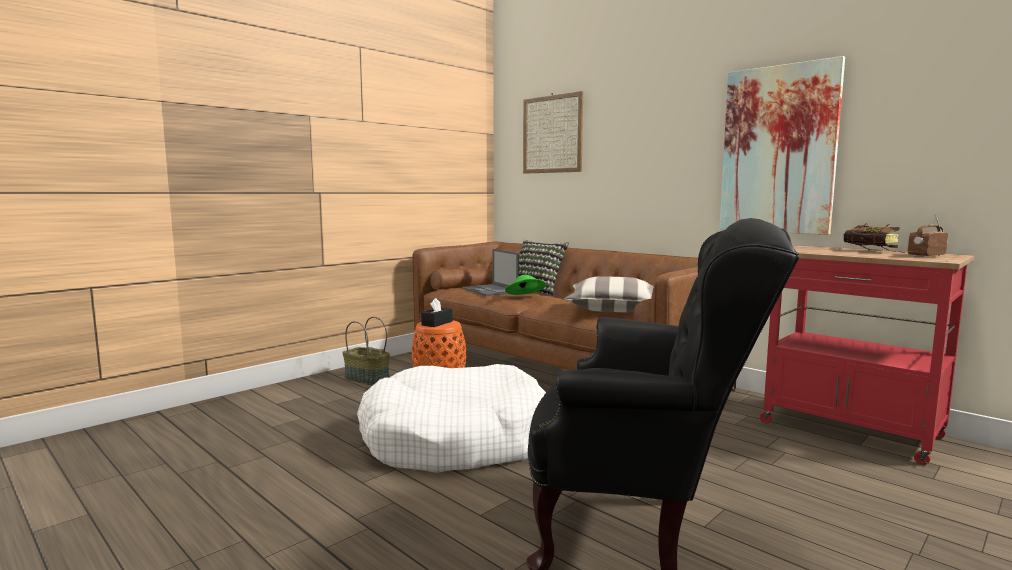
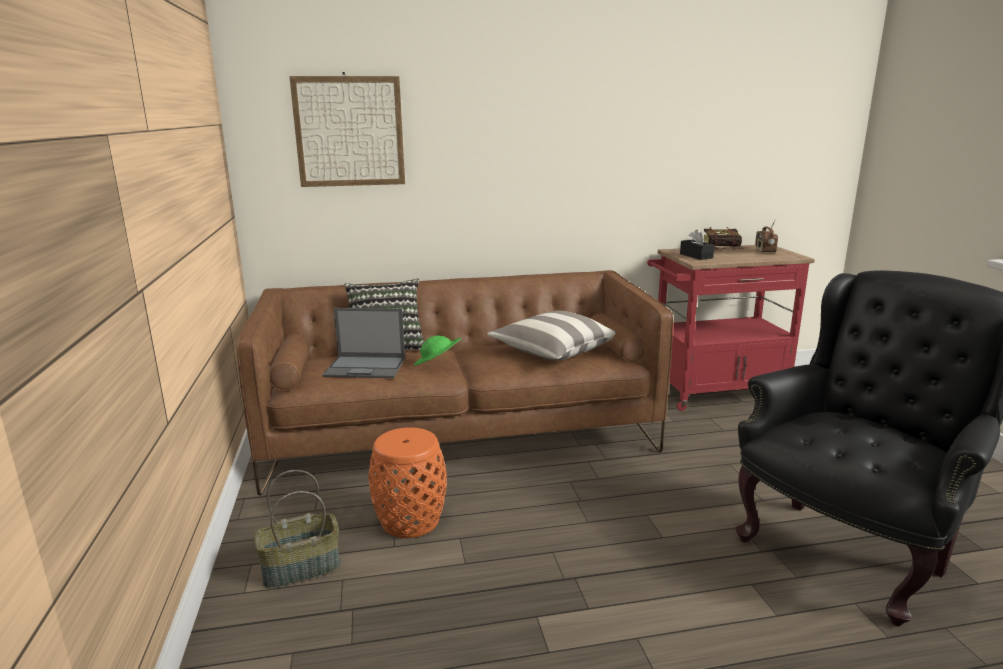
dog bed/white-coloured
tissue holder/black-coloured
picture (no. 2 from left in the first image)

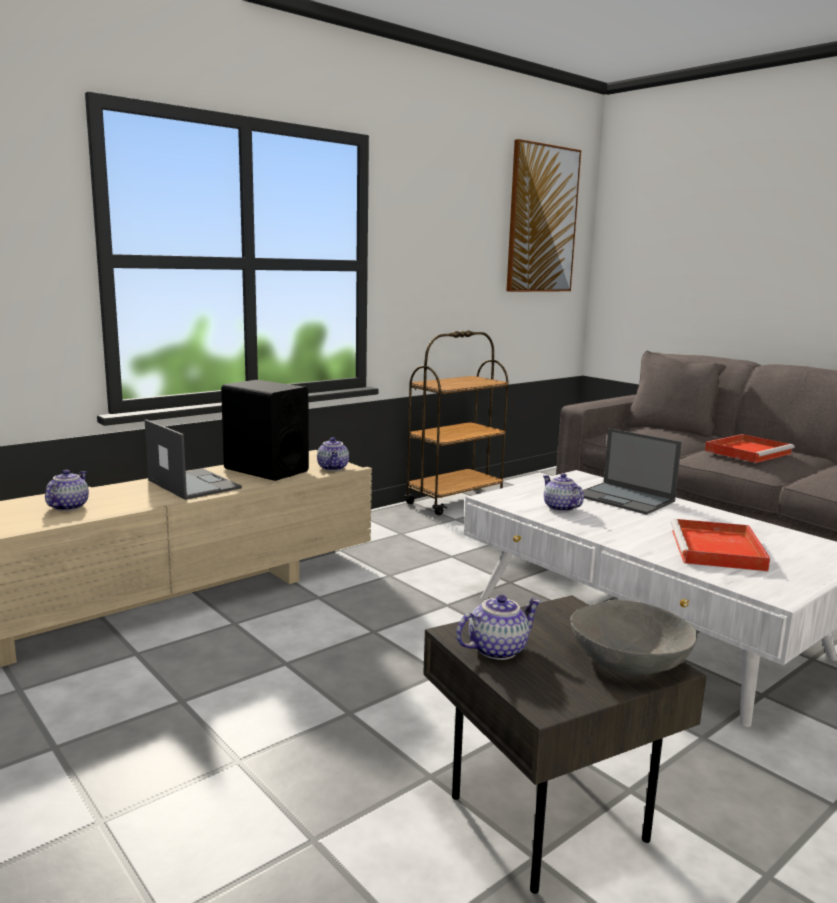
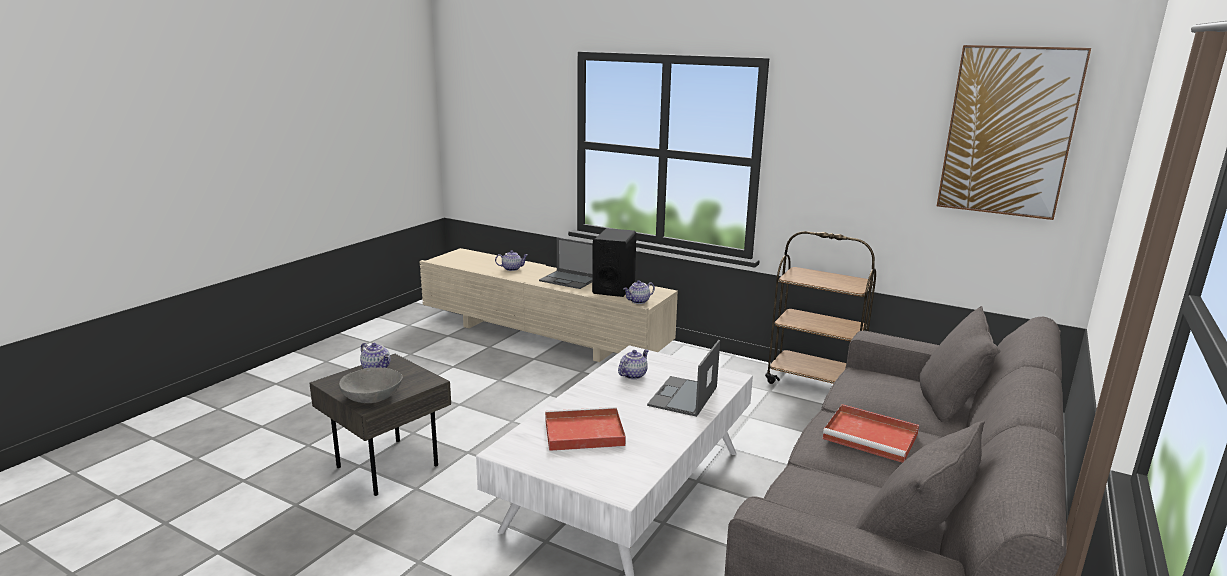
portable computer (no. 1 from left)

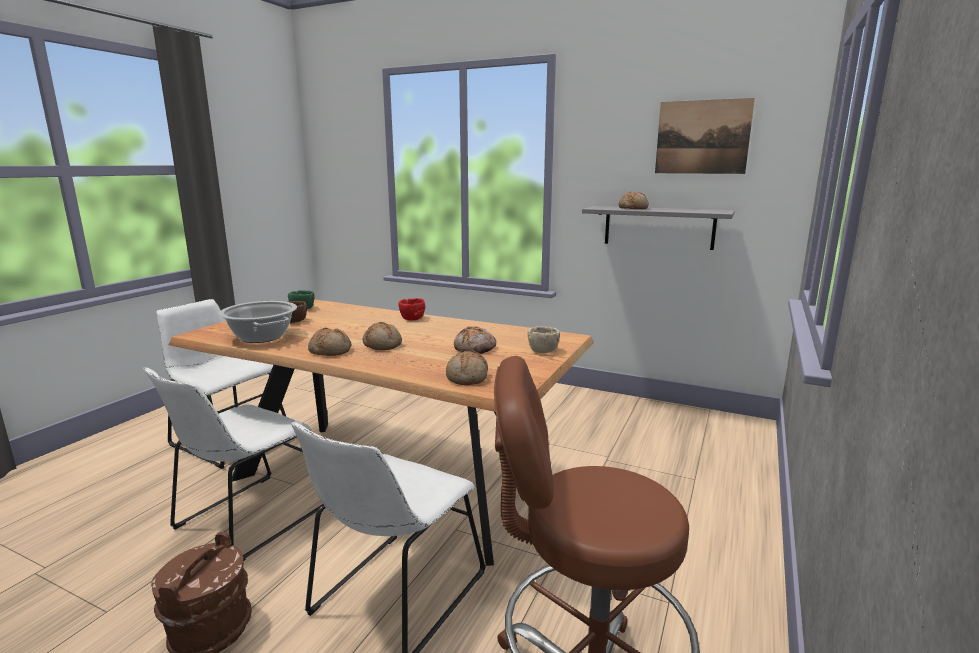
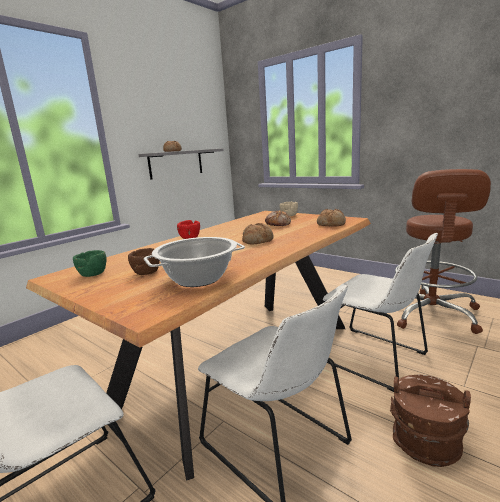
bread (no. 1 from left in the first image)
picture

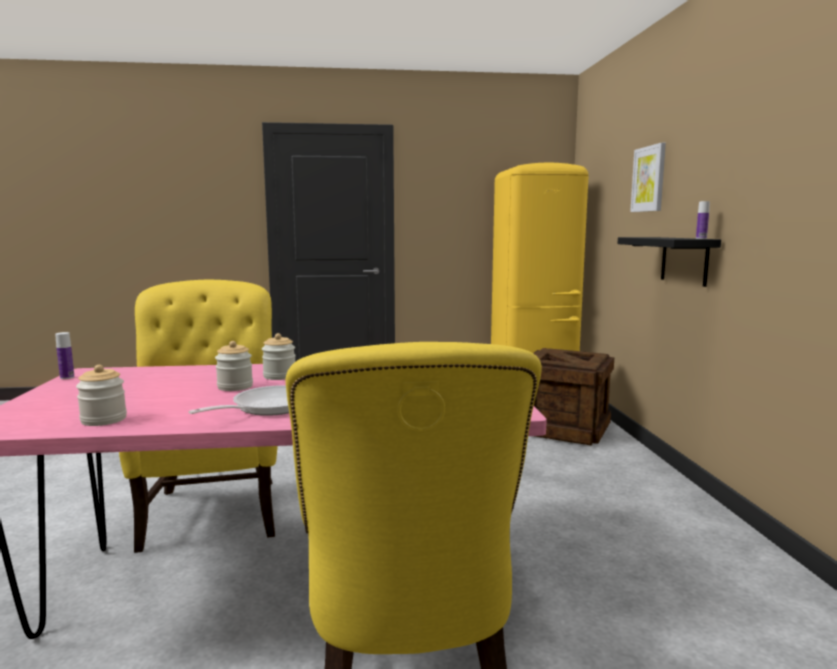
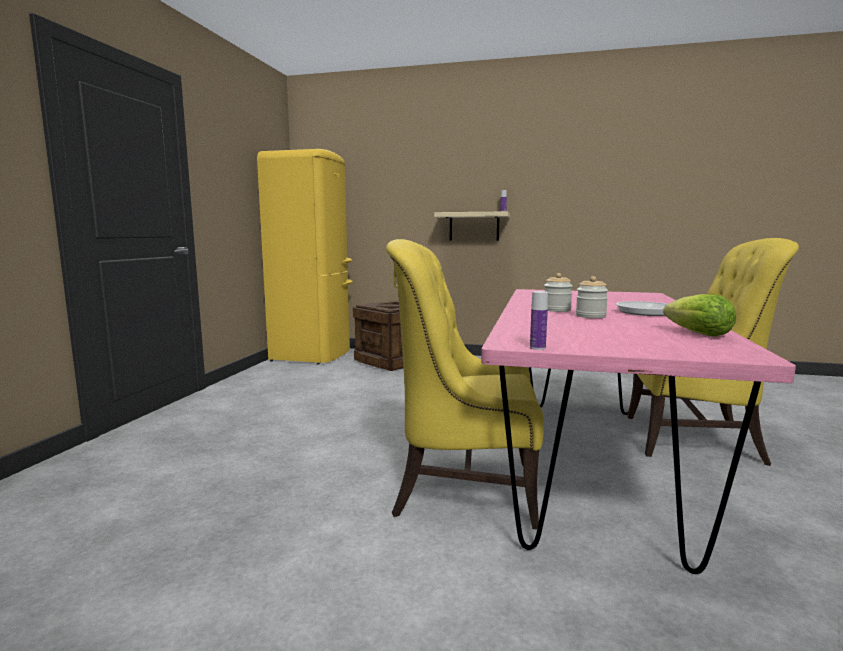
lettuce head
wall shelf/beige-coloured
picture

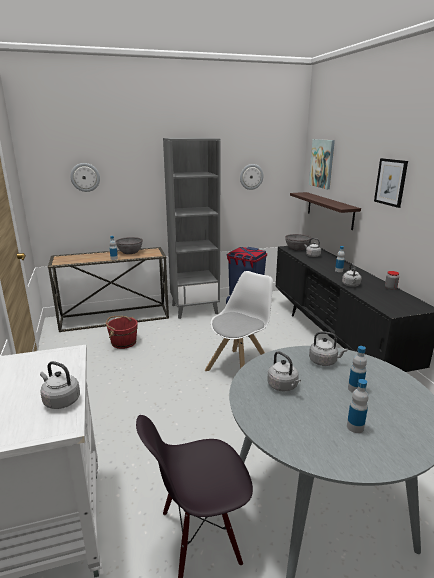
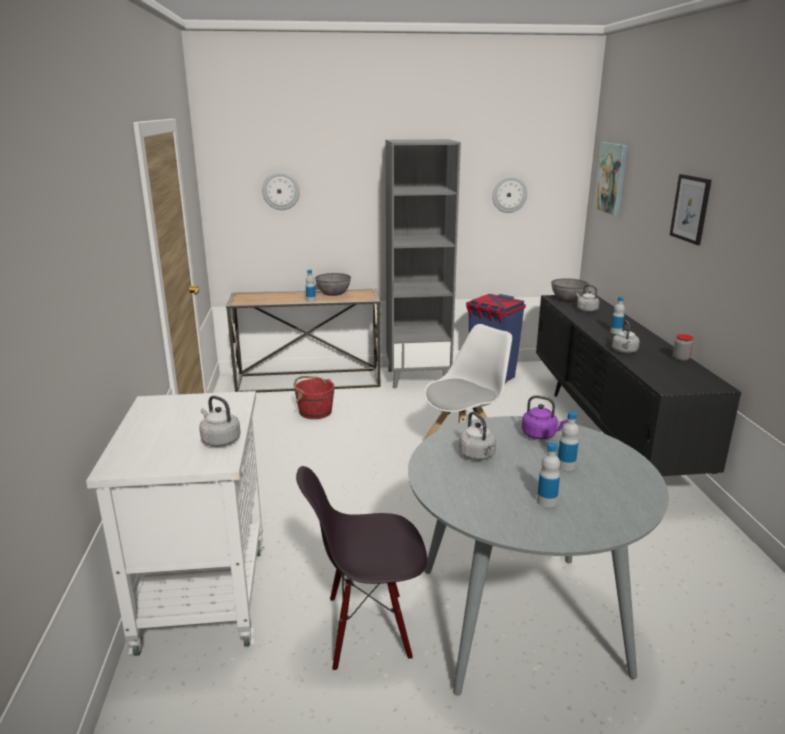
wall shelf
kettle/purple

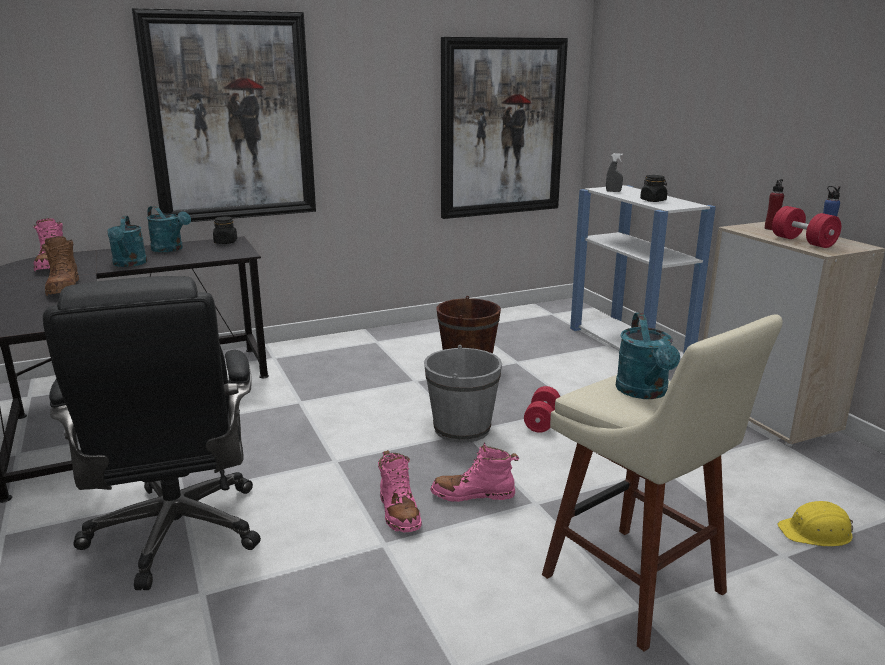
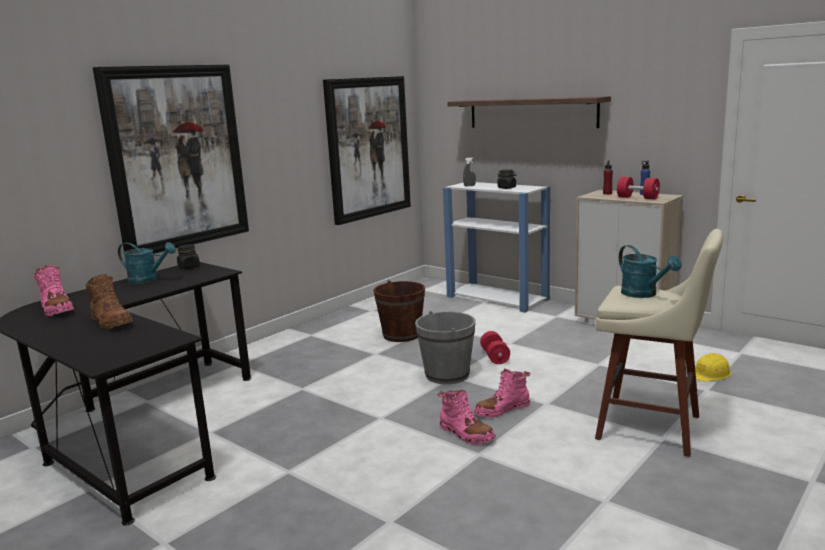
computer chair/black-coloured
watering pot/blue-green (no. 1 from left in the first image)
wall shelf

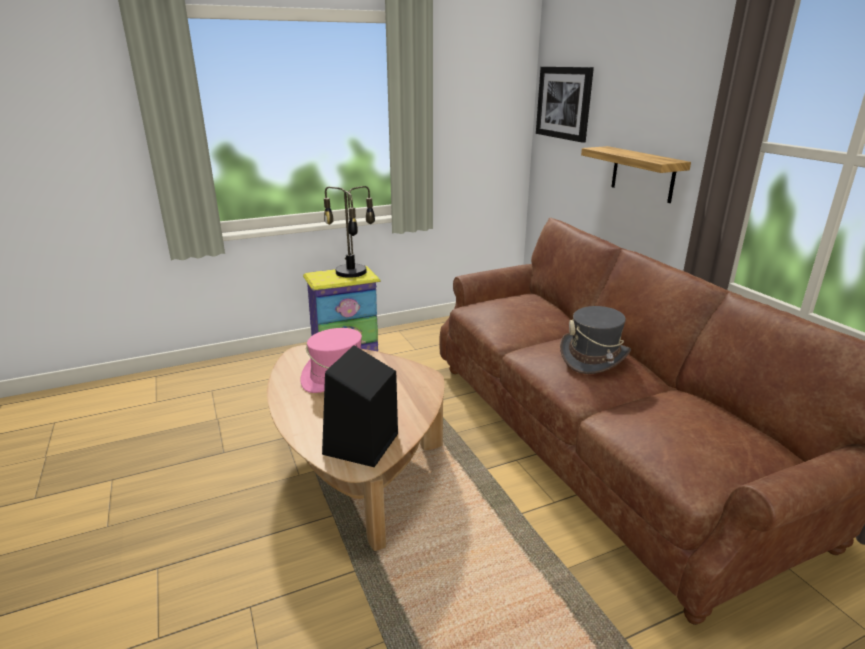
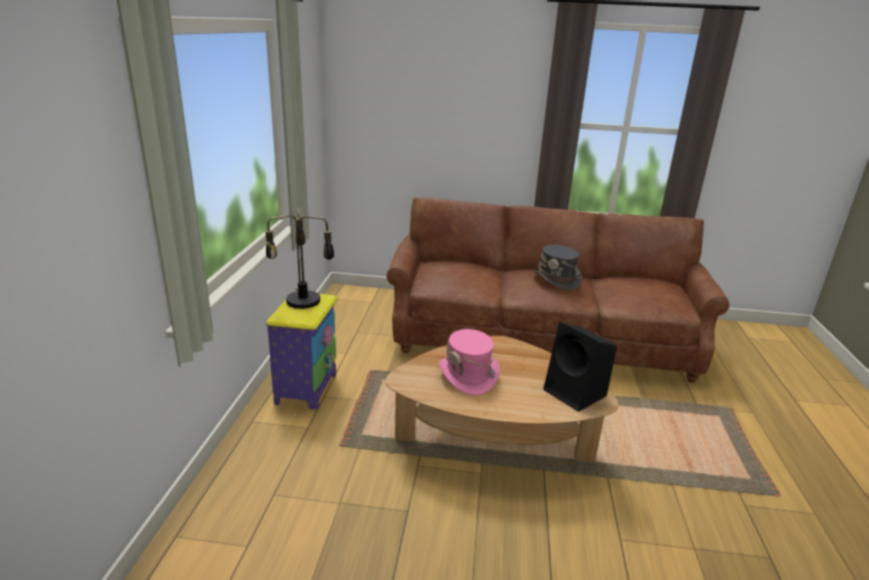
picture
wall shelf

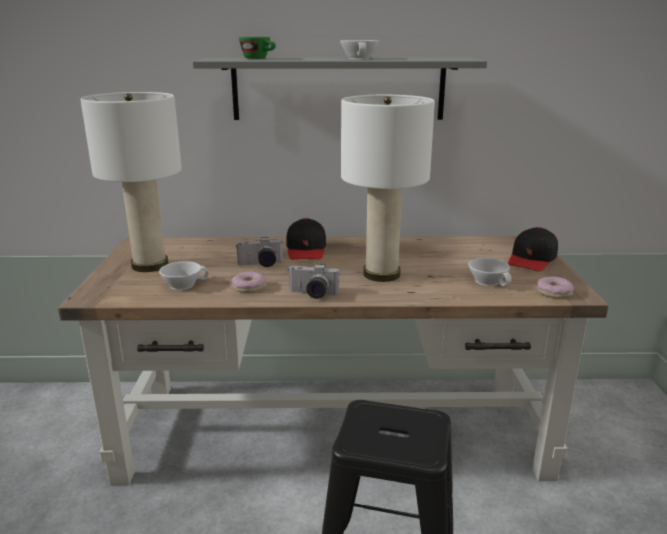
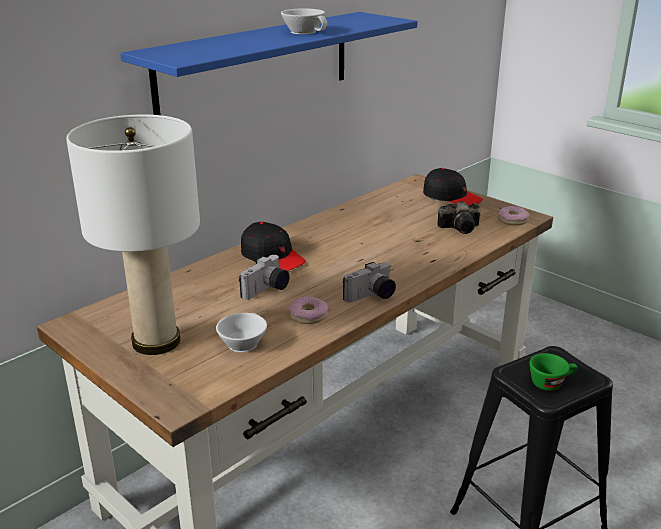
wall shelf/blue-coloured
cup/green
lamp for a table/white-coloured (no. 2 from left in the first image)
photo camera (no. 3 from left)
baseball cap/black-coloured (no. 2 from left)

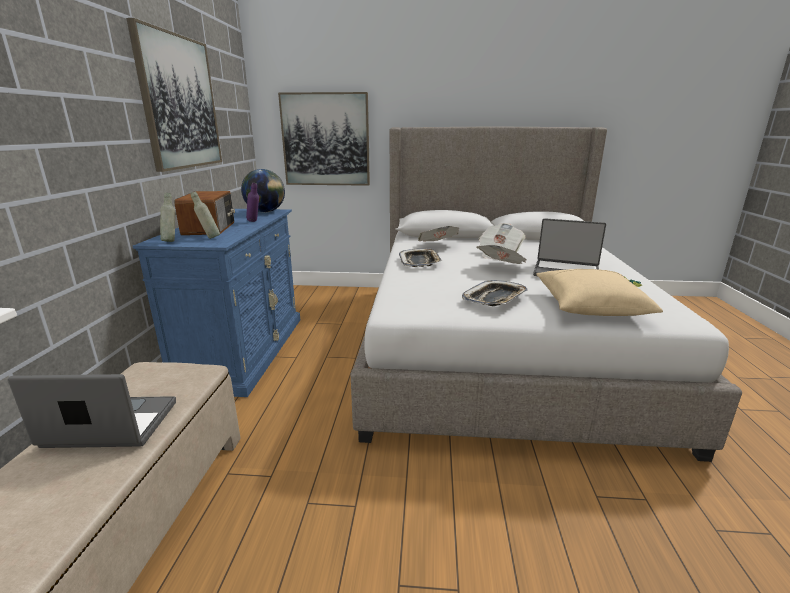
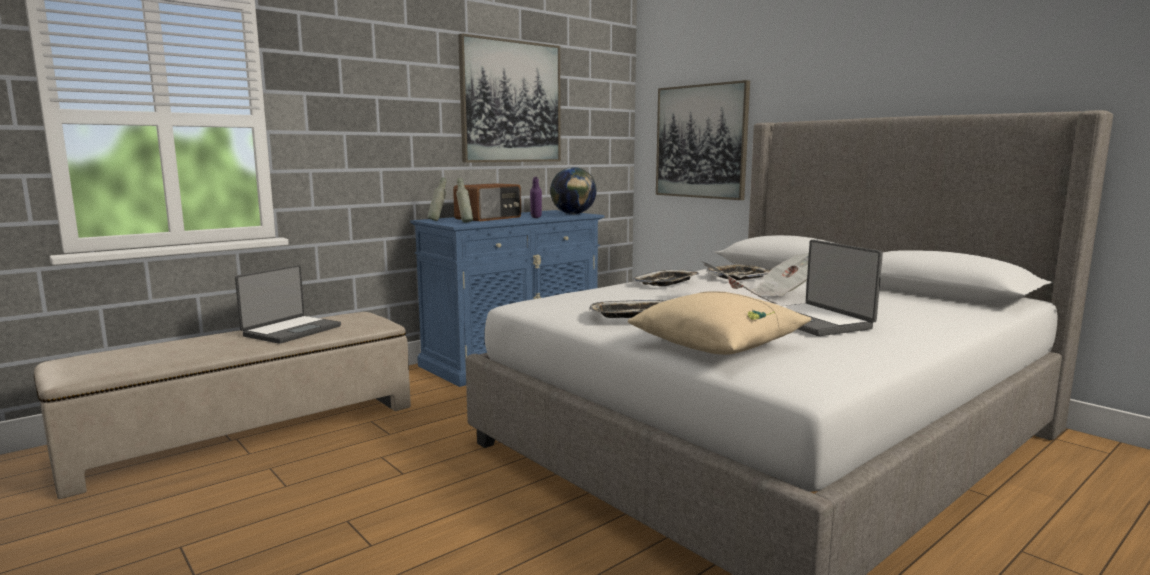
portable computer (no. 1 from left)
serving tray (no. 3 from left)

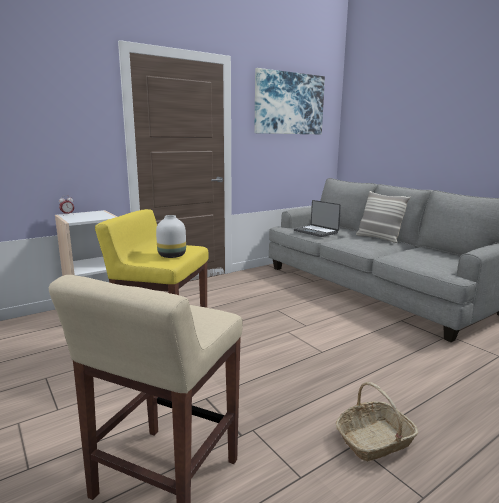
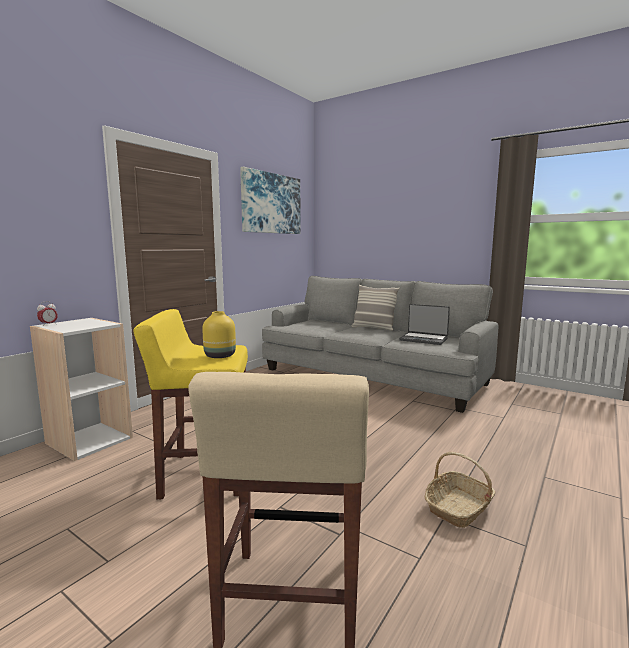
vase/yellowish
portable computer

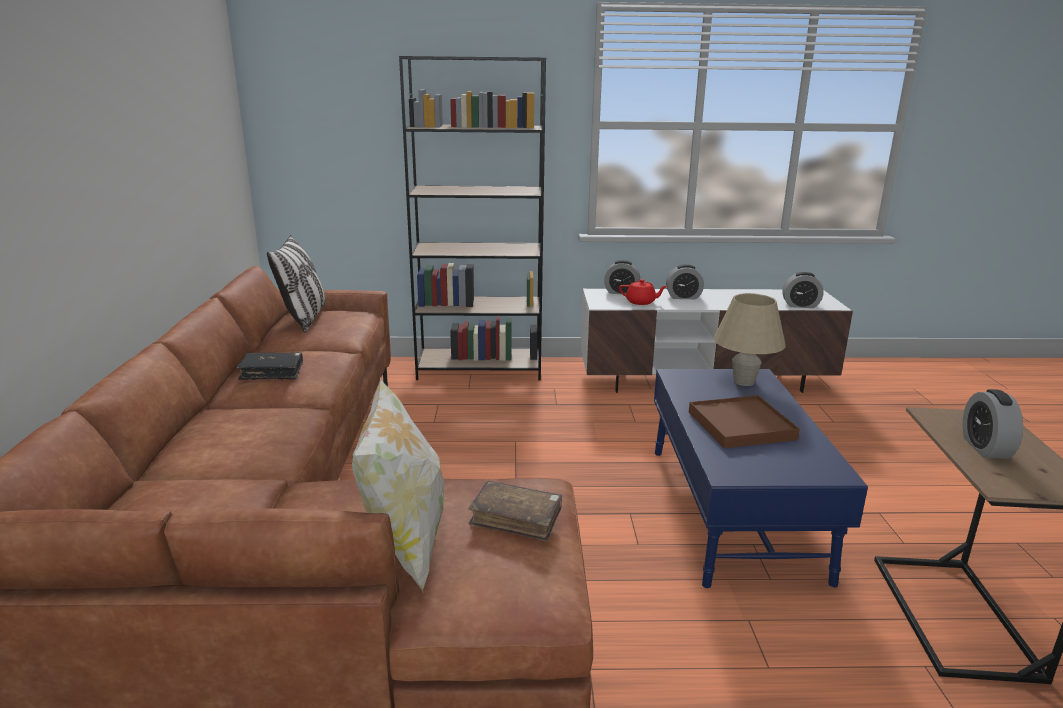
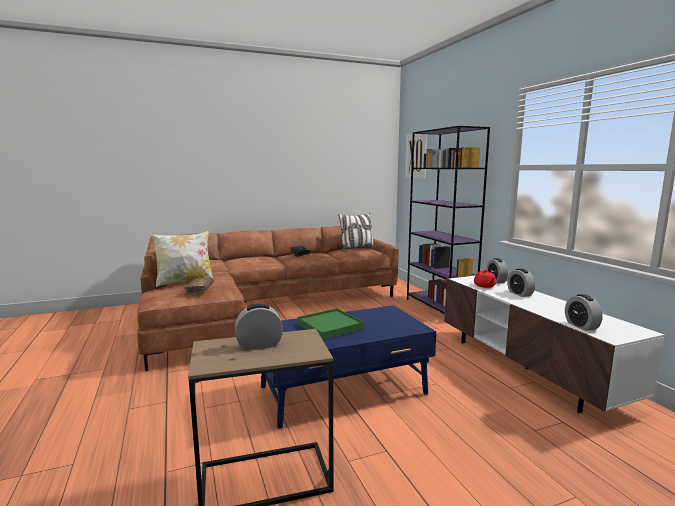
bookcase/purple
serving tray/green
lamp for a table/beige-coloured
picture

